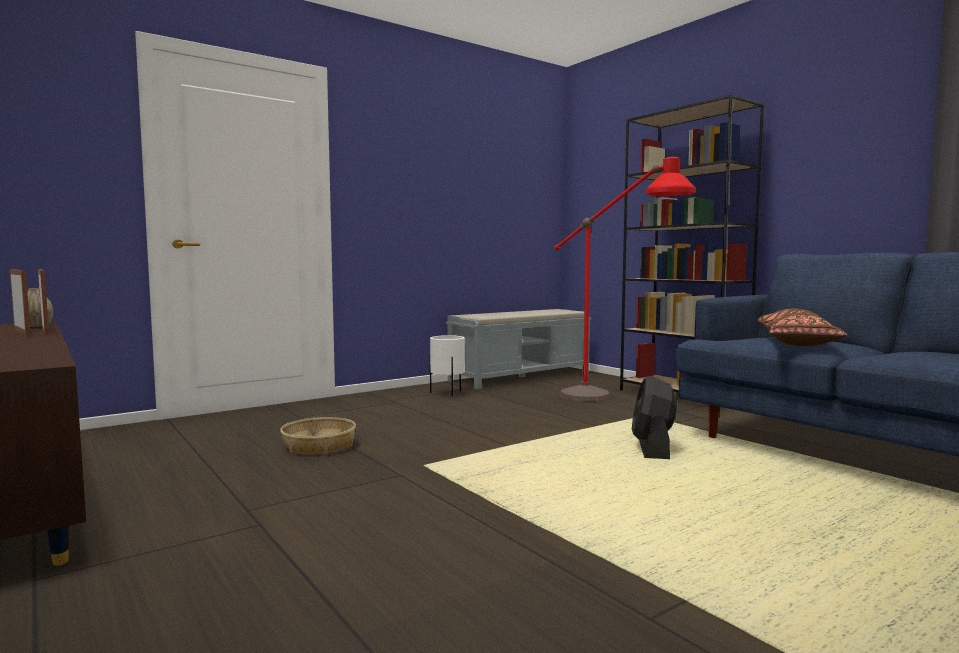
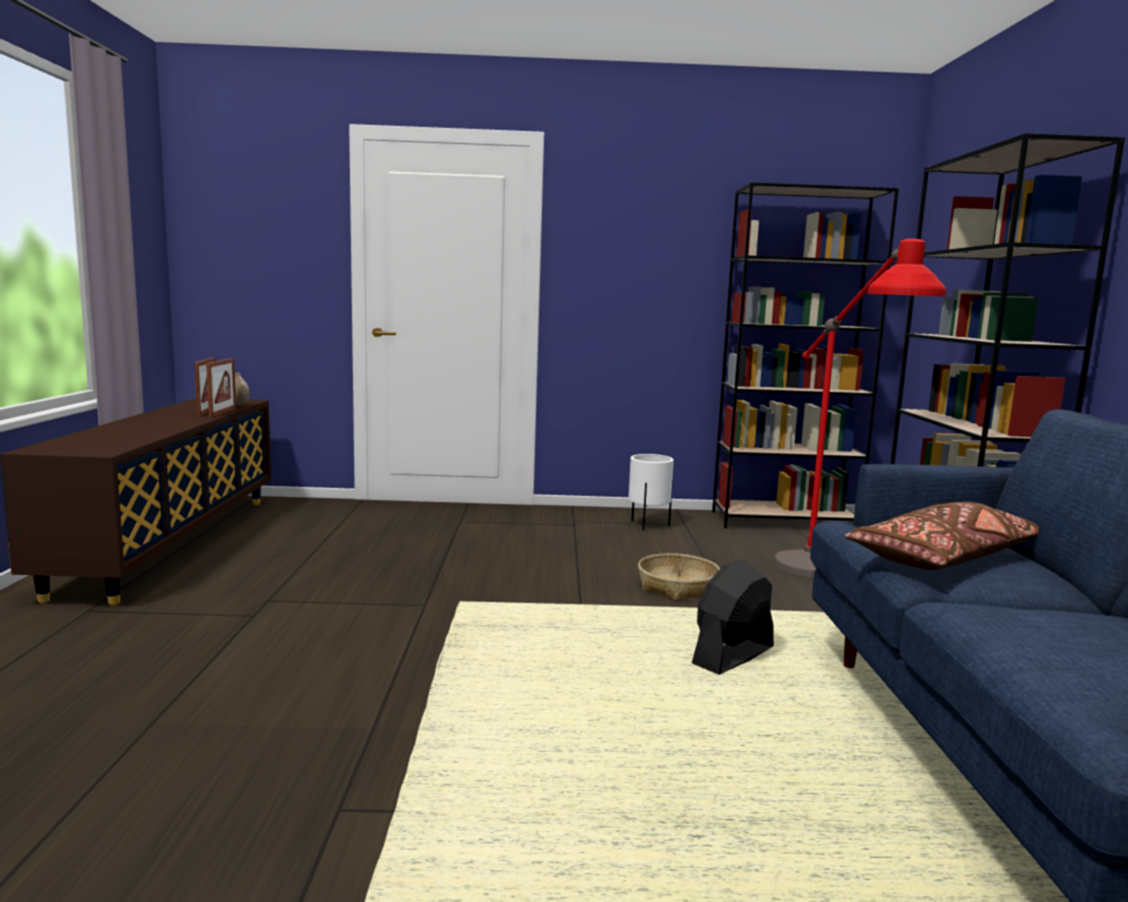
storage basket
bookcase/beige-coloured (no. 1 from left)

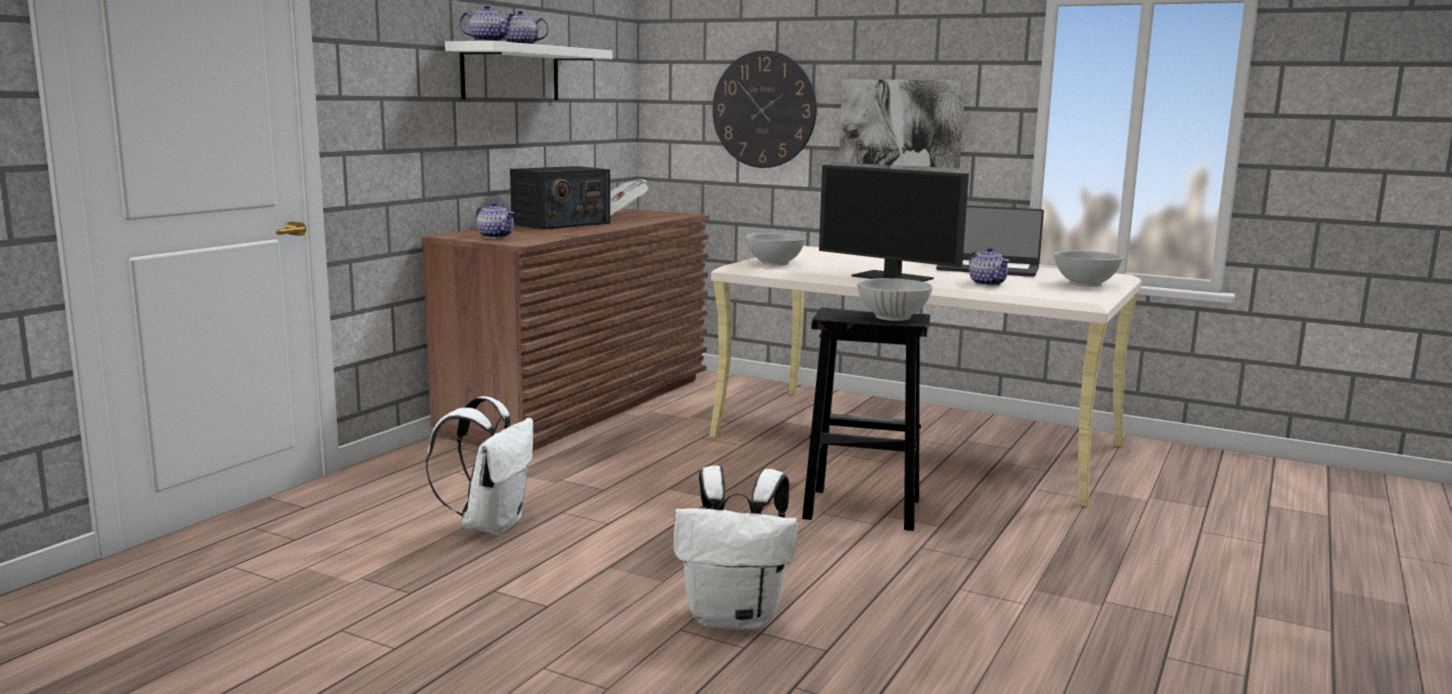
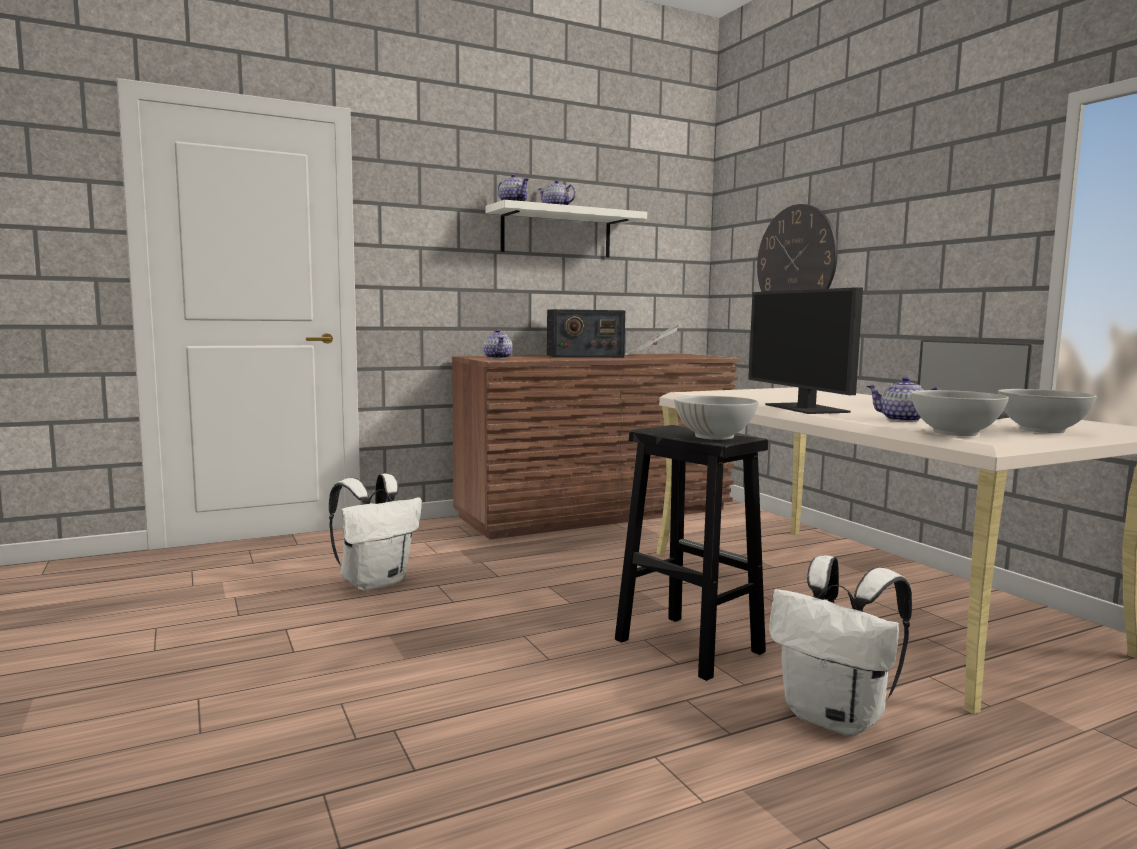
backpack/white-coloured (no. 2 from left)
deep dish/white-coloured (no. 2 from left)
picture
pot for tea (no. 4 from left)

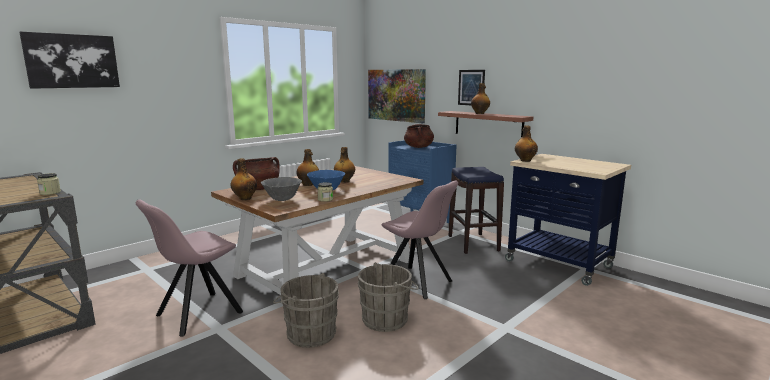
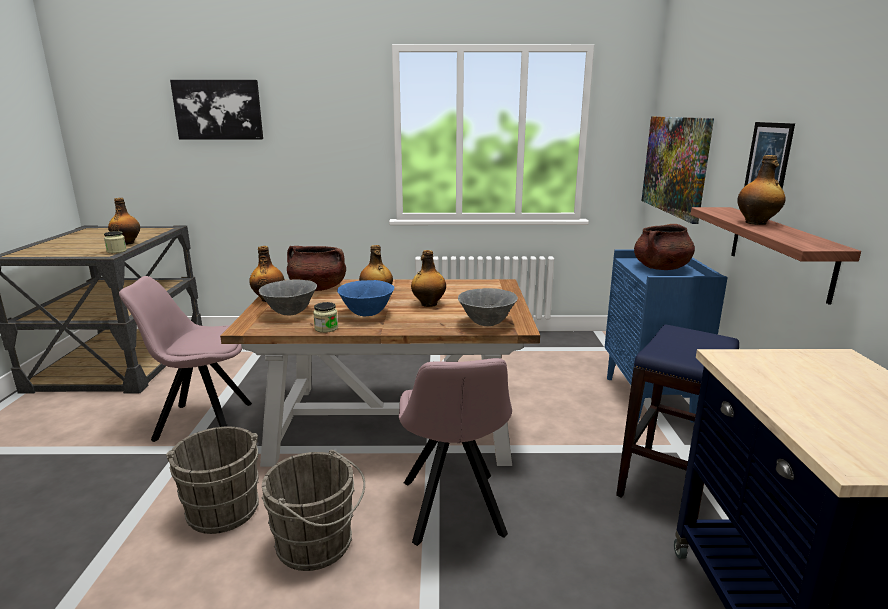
beverage bottle (no. 1 from left)
deep dish/grey (no. 2 from left)

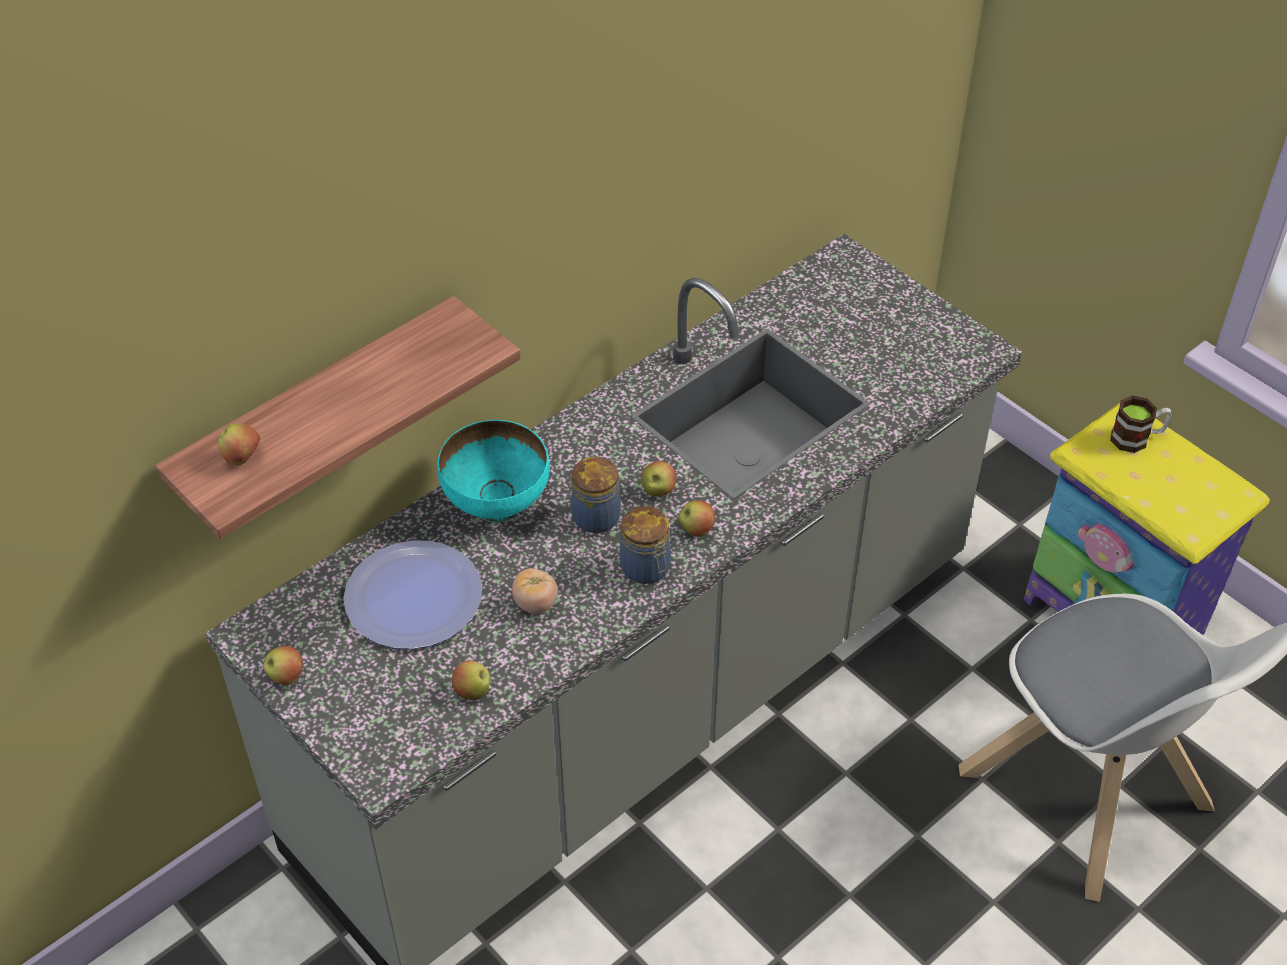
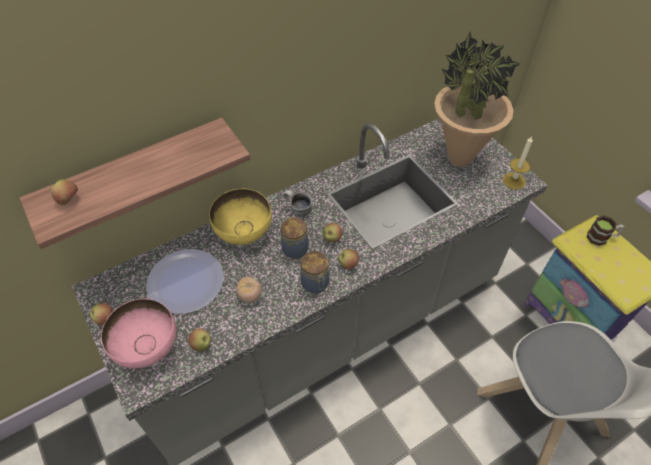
deep dish/yellowish
deep dish/pinkish
tea mug (no. 1 from left)
plant in a pot
wax candle

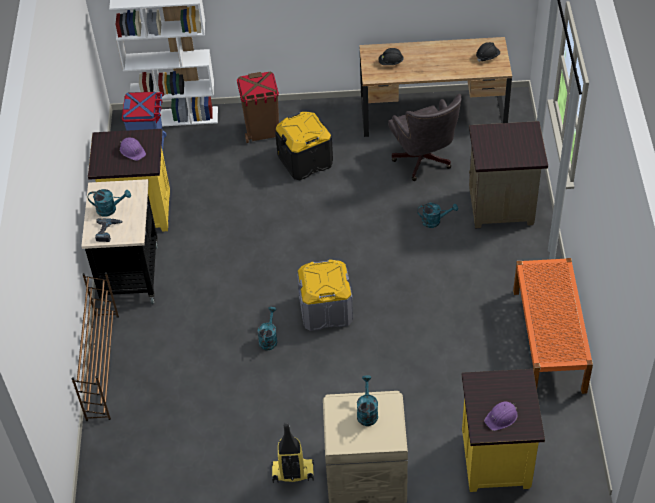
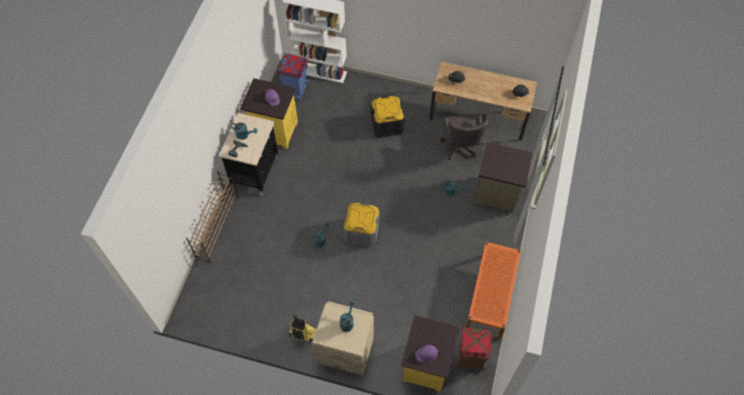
waste bin/brown-coloured

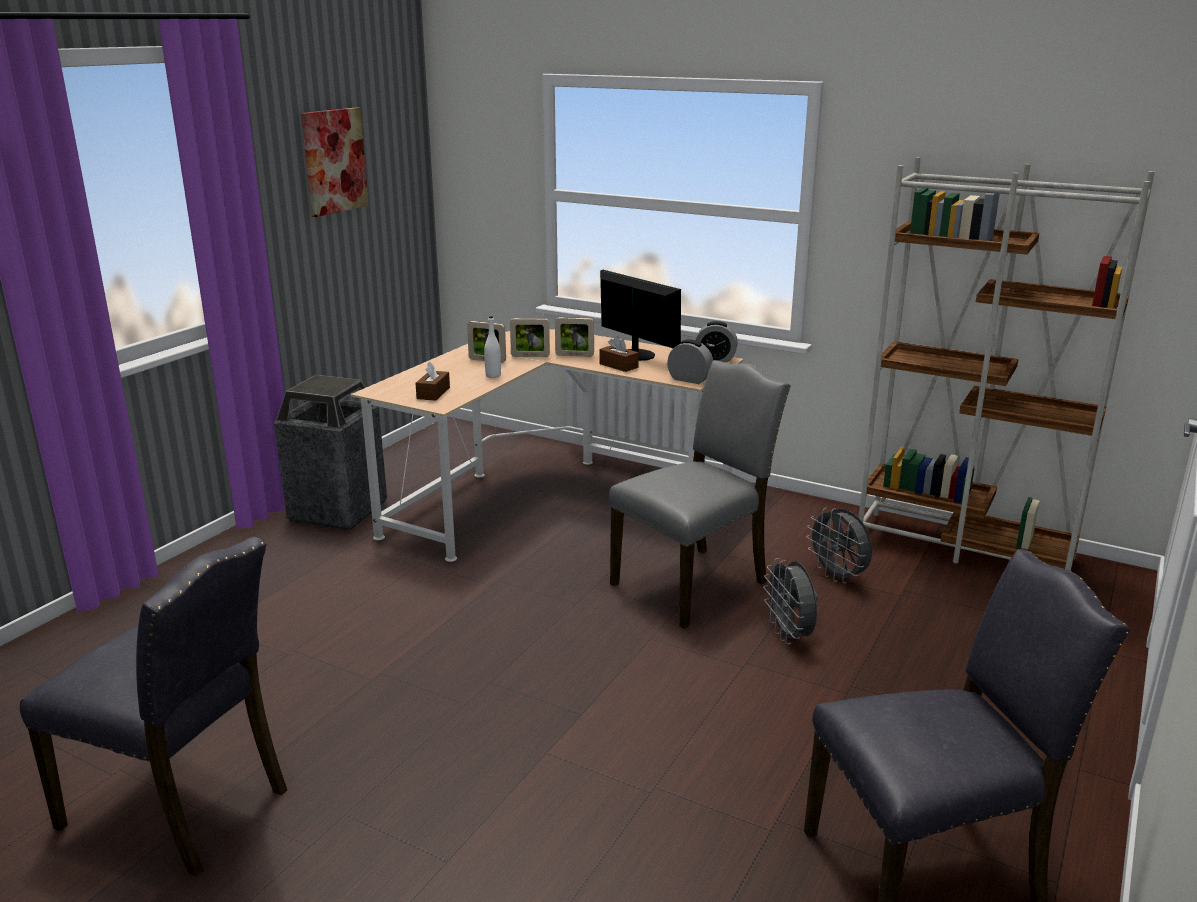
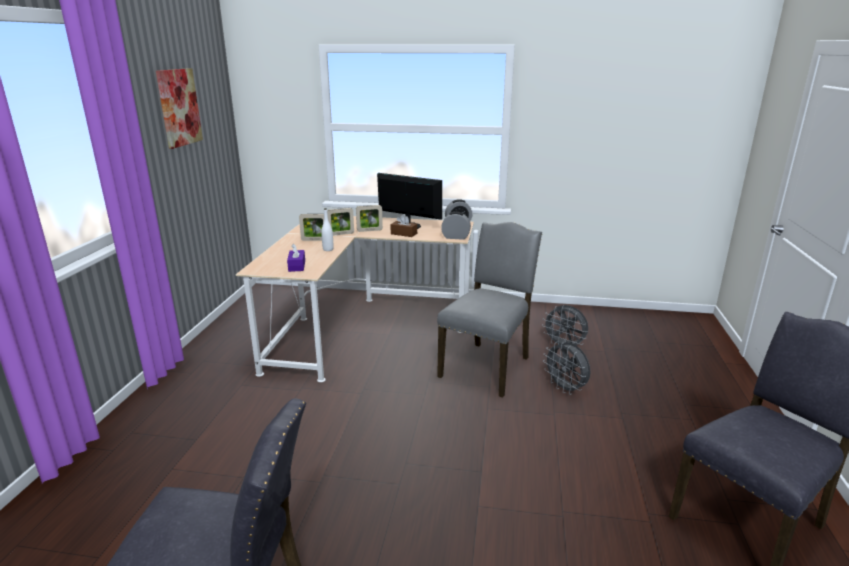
waste bin
tissue holder/purple
bookcase/brown-coloured

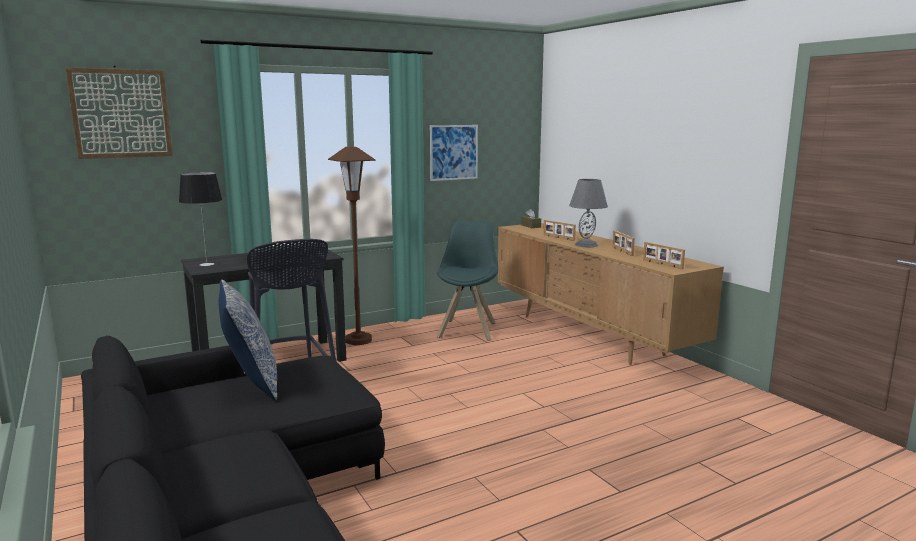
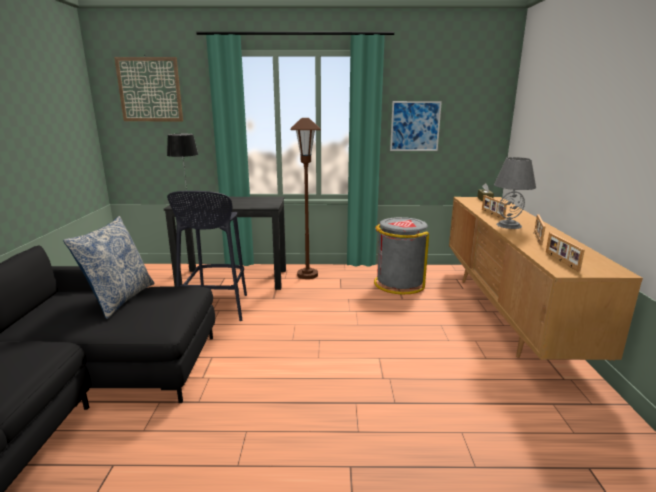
waste bin/grey

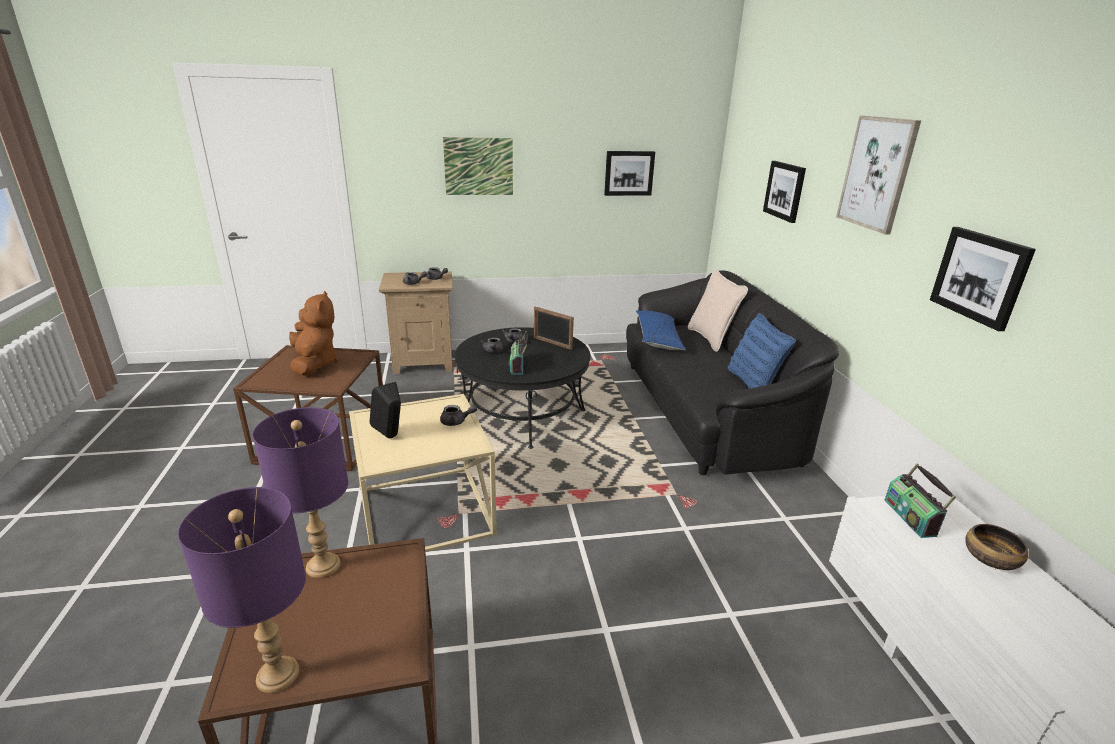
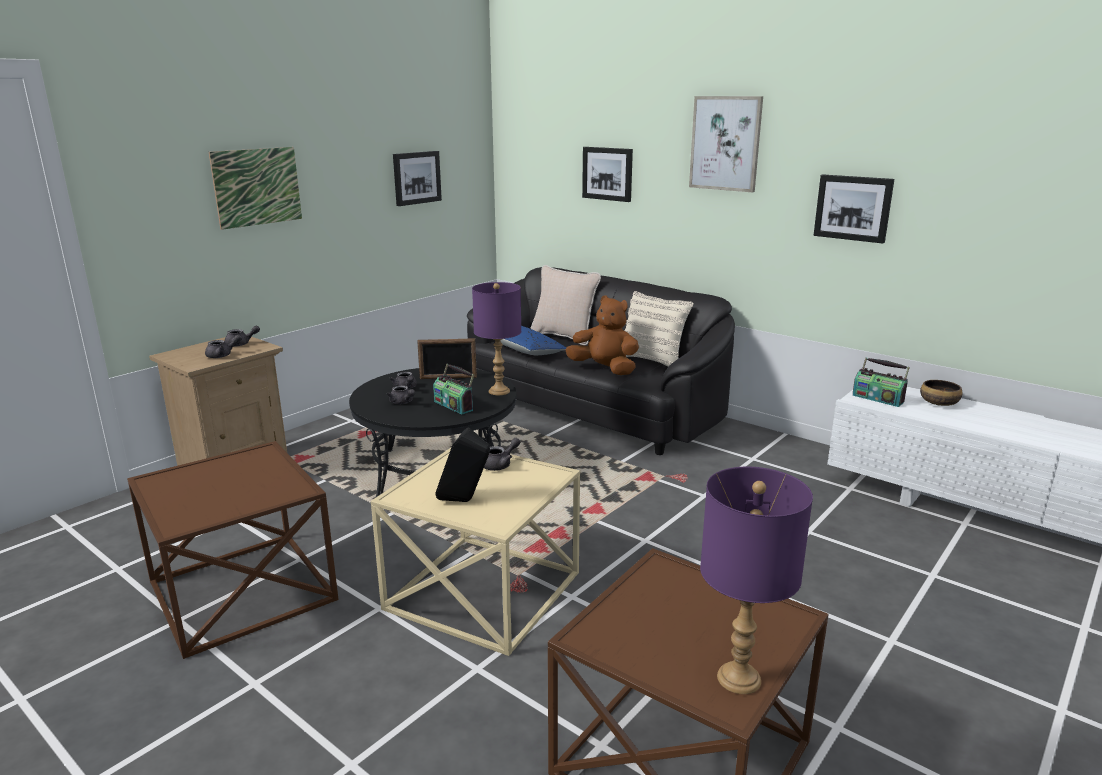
lamp for a table/purple (no. 1 from left)
soft toy/brown-coloured
pillow/beige-coloured (no. 2 from left)

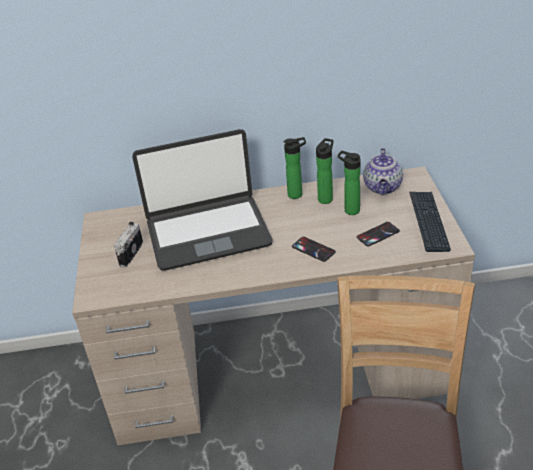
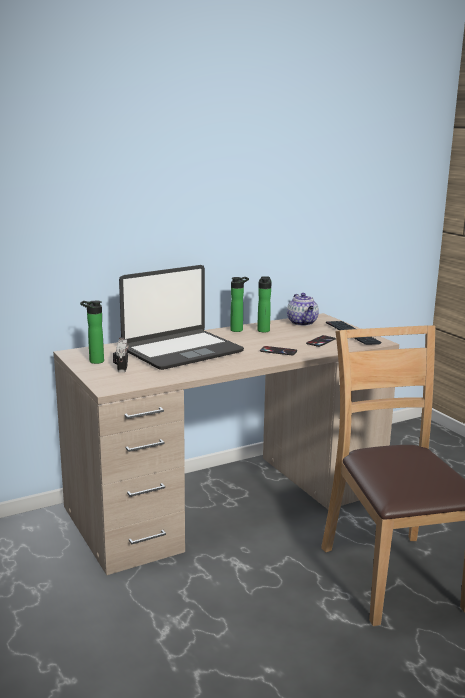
beverage bottle (no. 1 from left)

